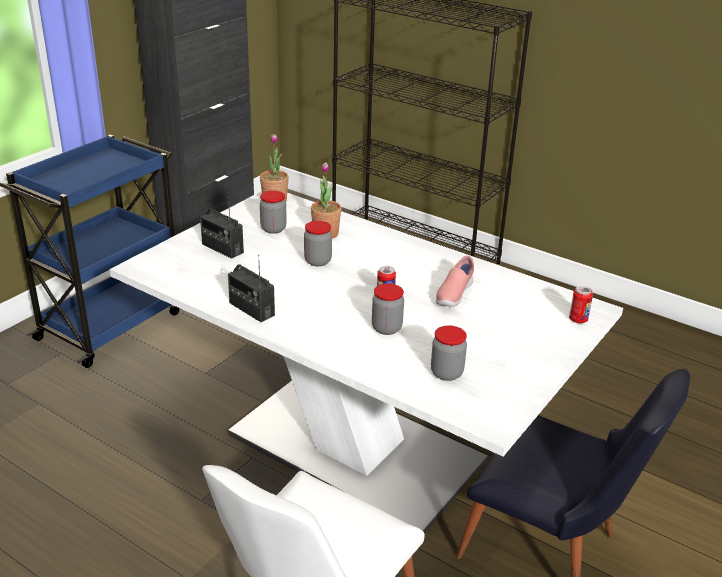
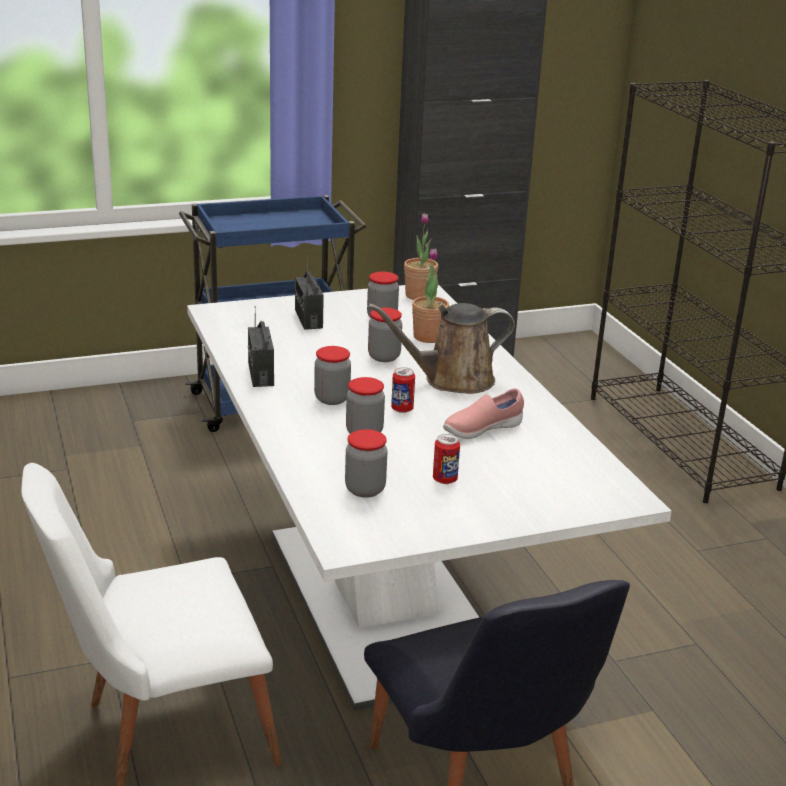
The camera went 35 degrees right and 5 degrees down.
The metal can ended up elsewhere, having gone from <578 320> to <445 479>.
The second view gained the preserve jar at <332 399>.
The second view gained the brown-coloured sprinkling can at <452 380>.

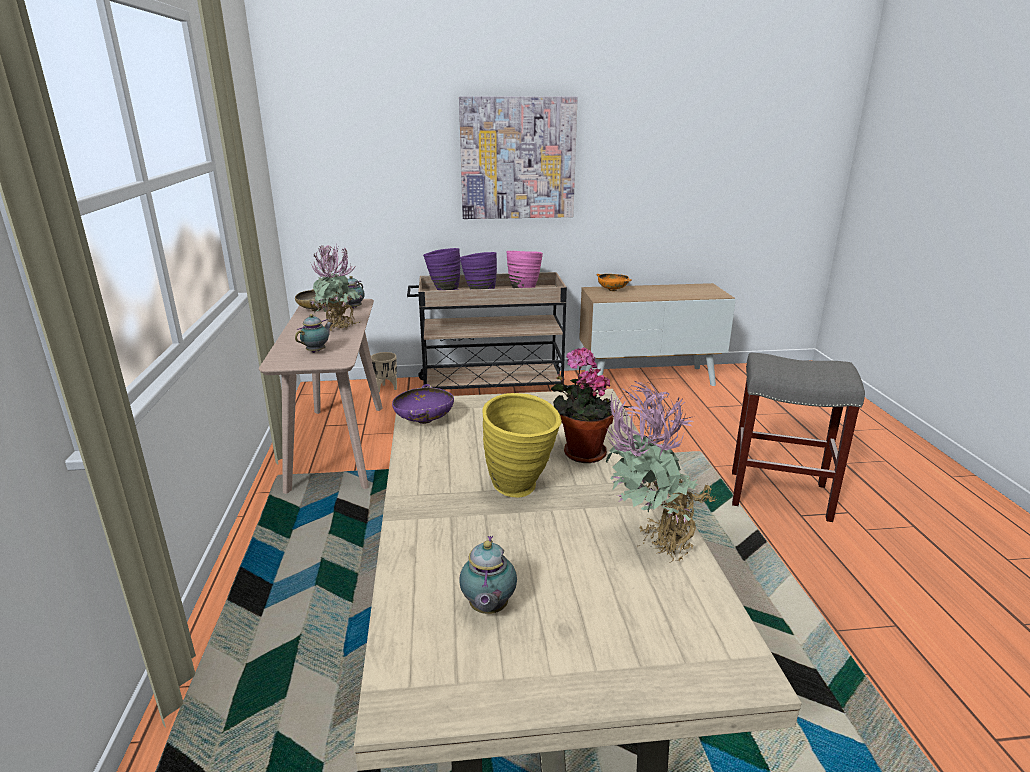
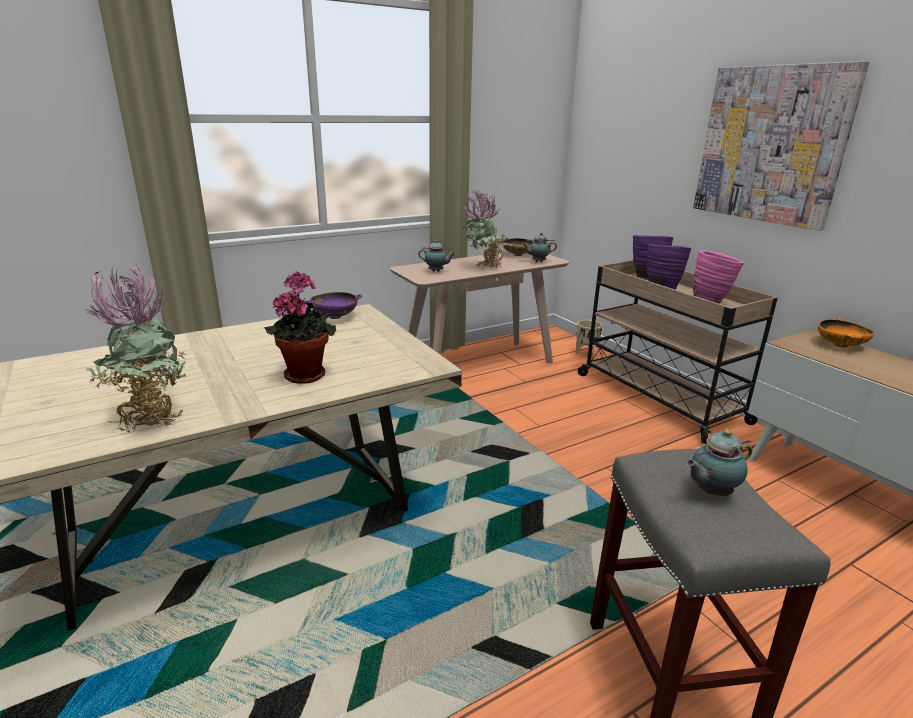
The camera went 65 degrees right and 0 degrees up.
The teapot ended up elsewhere, having gone from <487 609> to <710 492>.
The second view lost the yellowish vase at <521 490>.

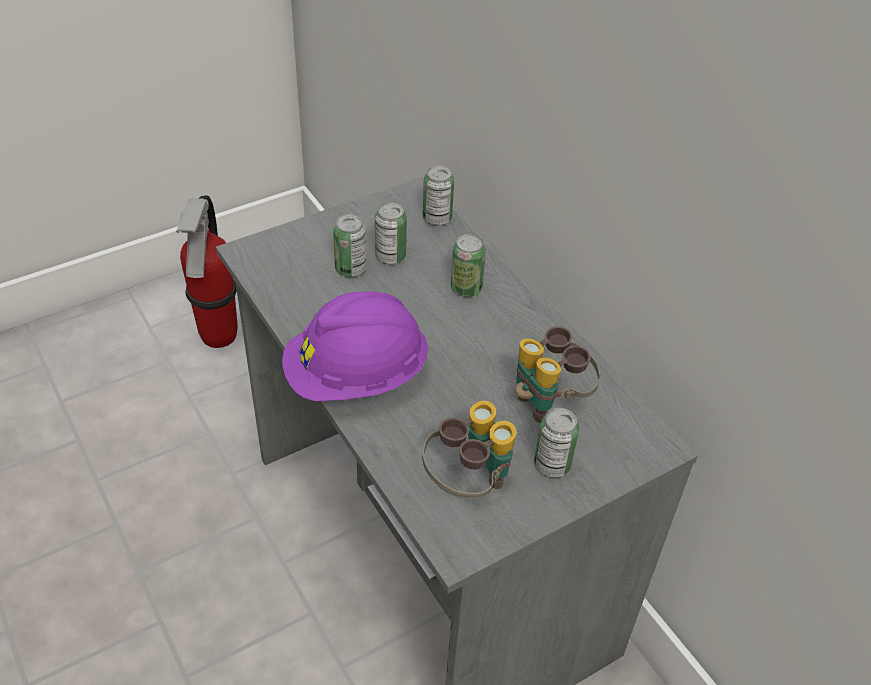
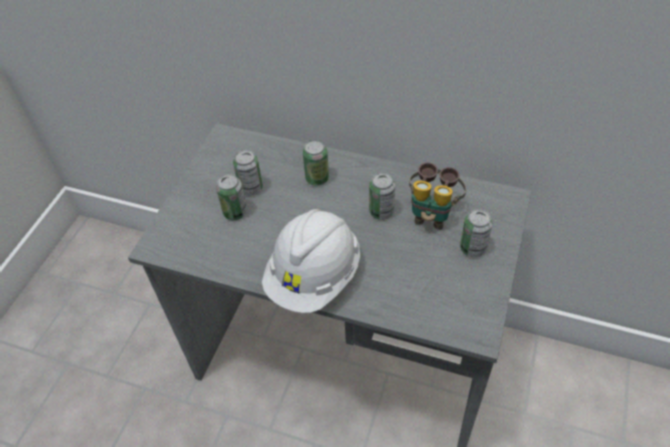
The camera went 35 degrees left and 5 degrees up.
The second view lost the fire extinguisher at <218 337>.
What was the purplish work helmet at <356 377> turned into the white work helmet at <314 277>.
The second view lost the field glasses at <468 484>.
The metal can ended up elsewhere, having gone from <437 218> to <381 212>.

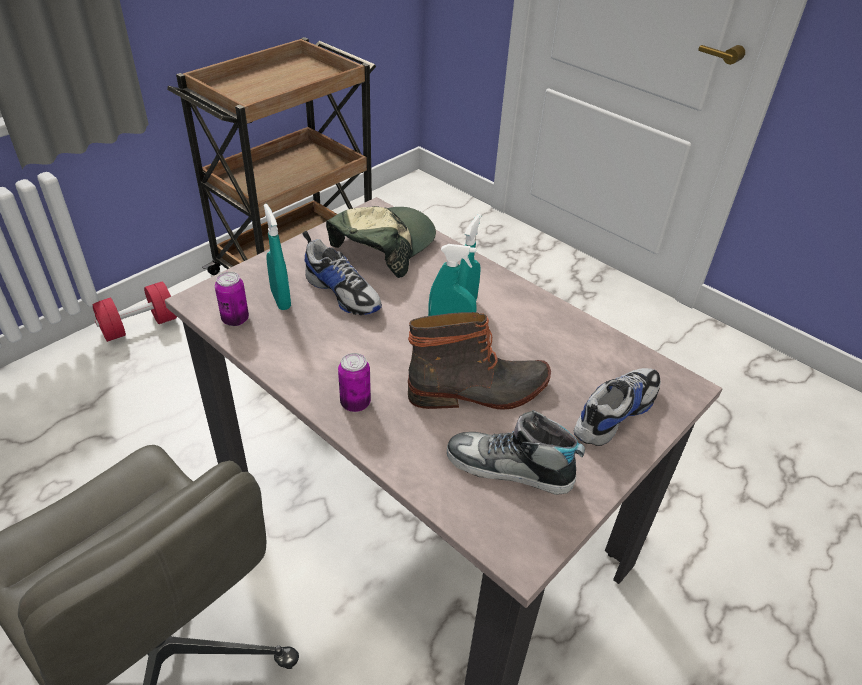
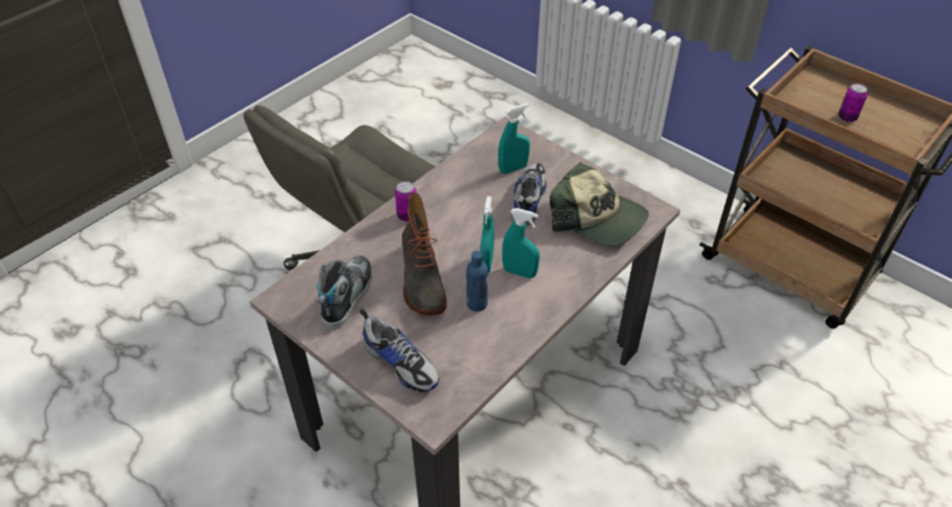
The camera went 90 degrees right and 5 degrees up.
The second view lost the red hand weight at <139 326>.
The metal can ended up elsewhere, having gone from <235 319> to <847 117>.
The shoe at <343 293> ended up facing another way, 150 degrees clockwise from before.
The second view gained the bluish drink bottle at <477 304>.

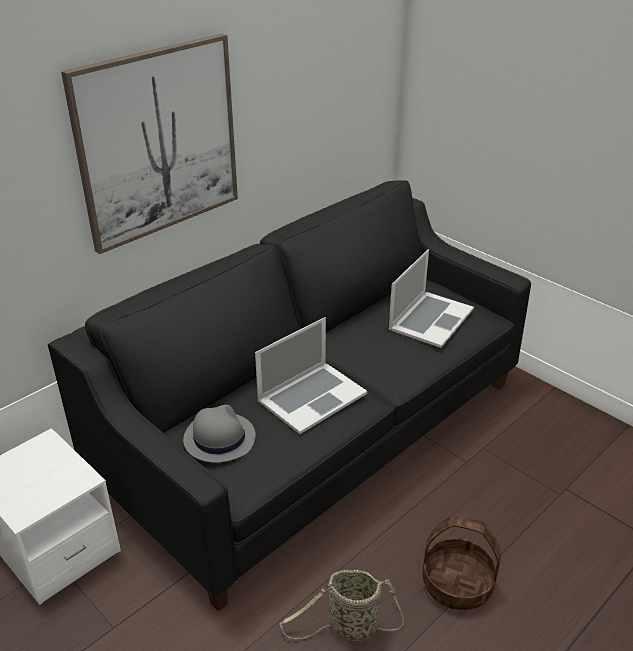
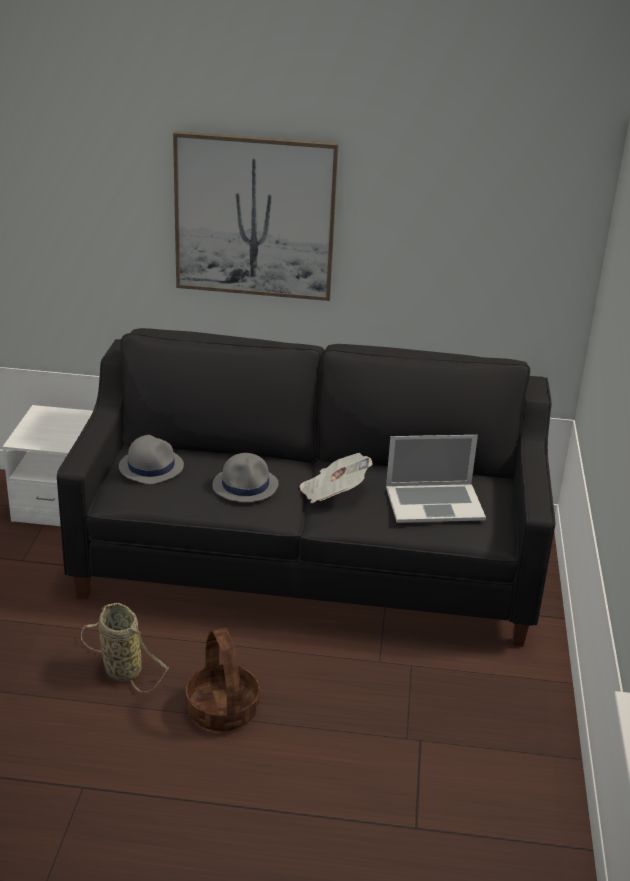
The camera went 50 degrees right and 5 degrees down.
Where the notebook computer stood at <311 397>, the grey clothing hat came to stand at <246 485>.
The second view gained the newspaper at <333 493>.

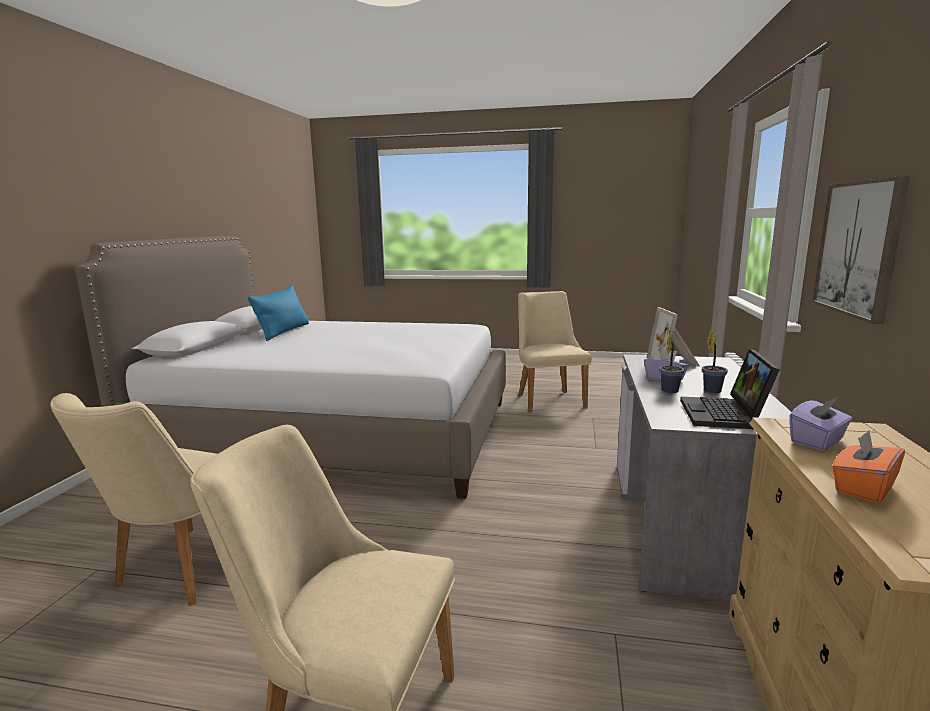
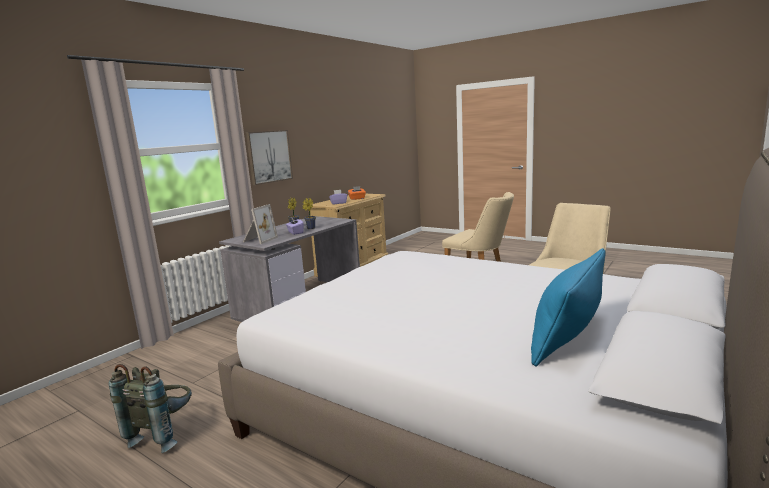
The camera went 155 degrees left and 0 degrees up.
Where the sand-coloured chair stood at <548 399>, the grey backpack came to stand at <164 433>.
The second view lost the notebook computer at <725 415>.

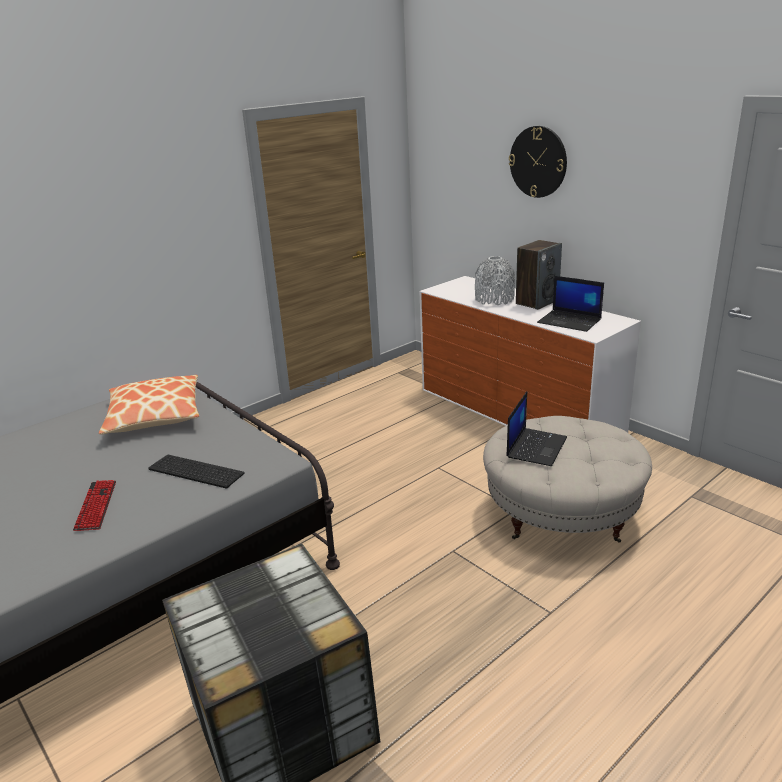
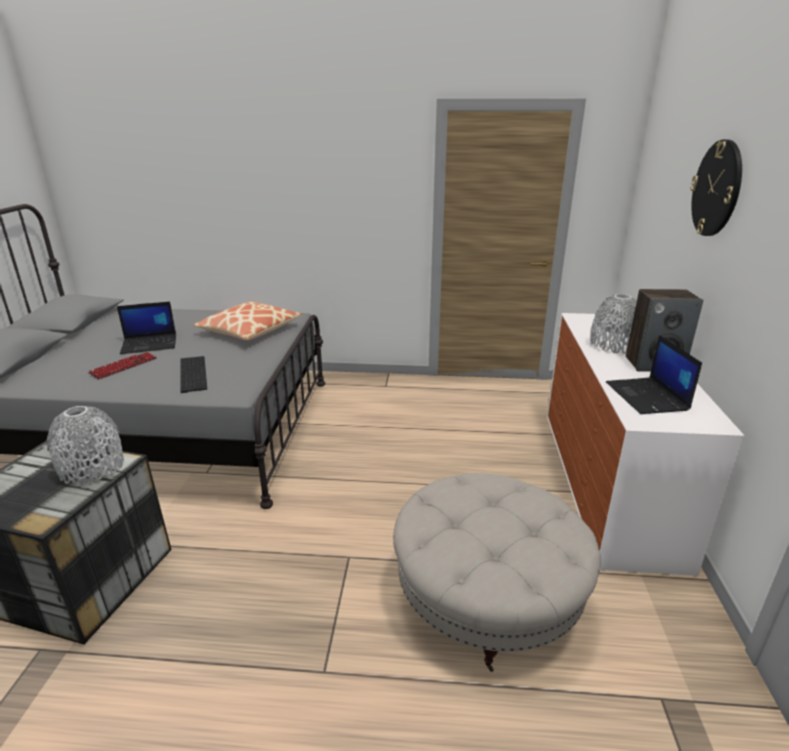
The camera went 45 degrees right and 0 degrees up.
The notebook computer ended up elsewhere, having gone from <536 447> to <150 344>.
The second view gained the grey vase at <92 468>.

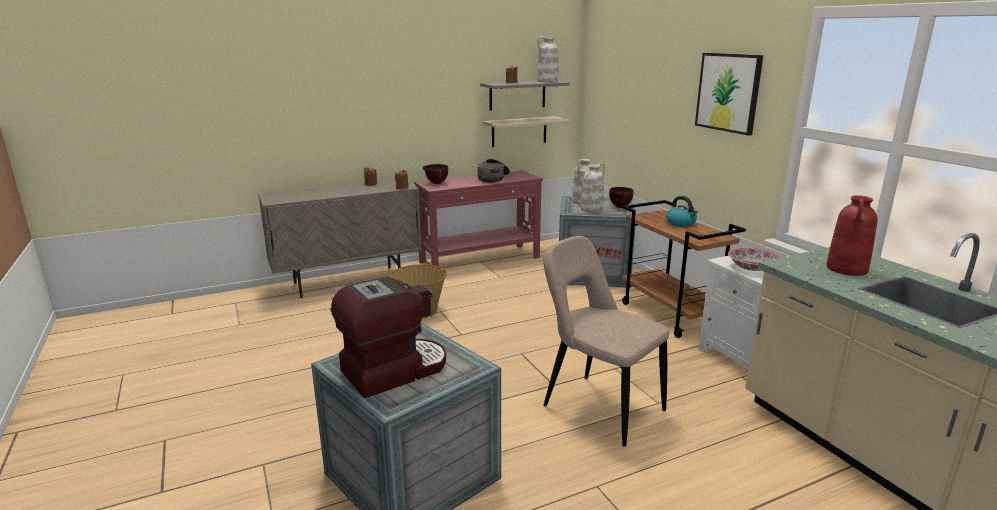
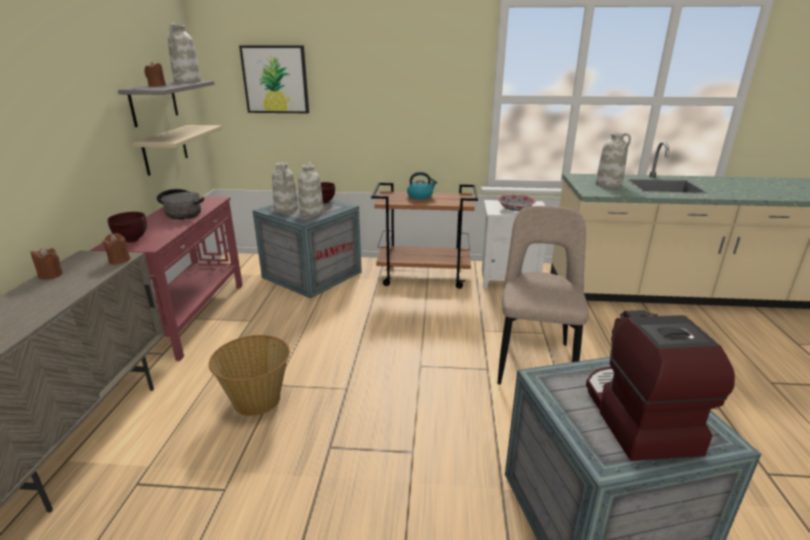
The camera went 60 degrees left and 5 degrees up.
The sand-coloured chair at <598 406> ended up facing another way, 120 degrees clockwise from before.
The picture ended up elsewhere, having gone from <728 92> to <275 79>.
What was the red vase at <847 269> turned into the white vase at <609 184>.

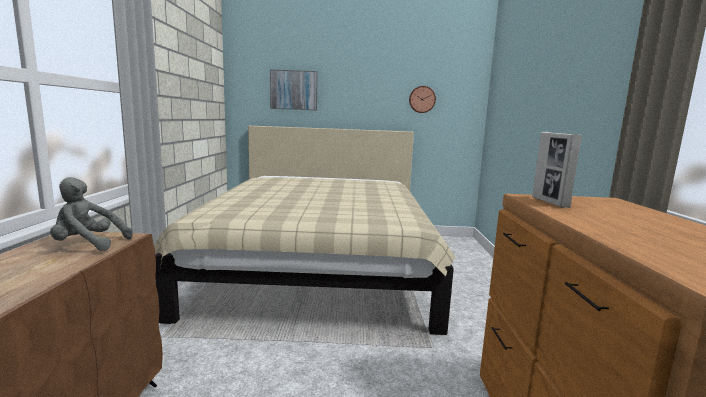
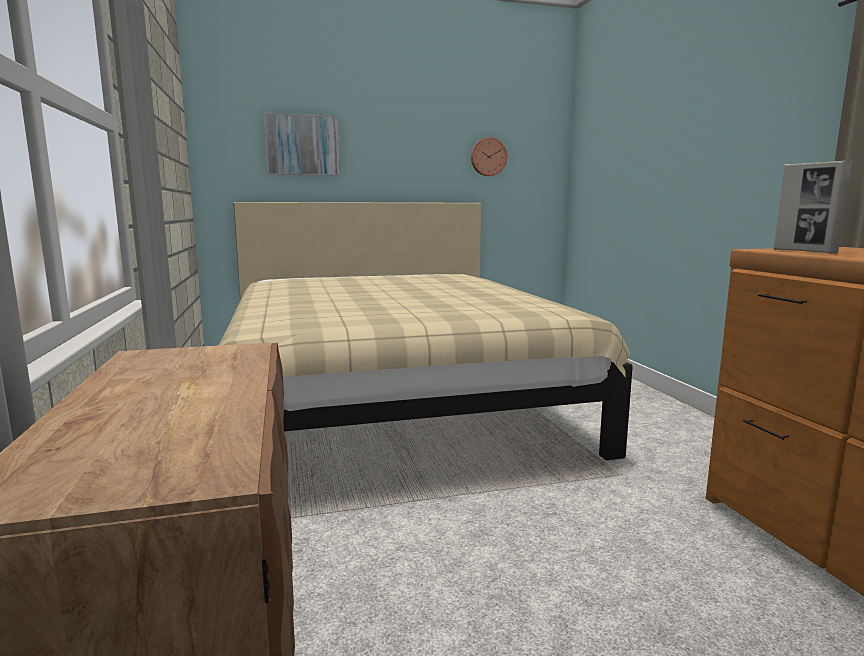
The camera went 15 degrees left and 0 degrees up.
The second view lost the grey soft toy at <88 245>.

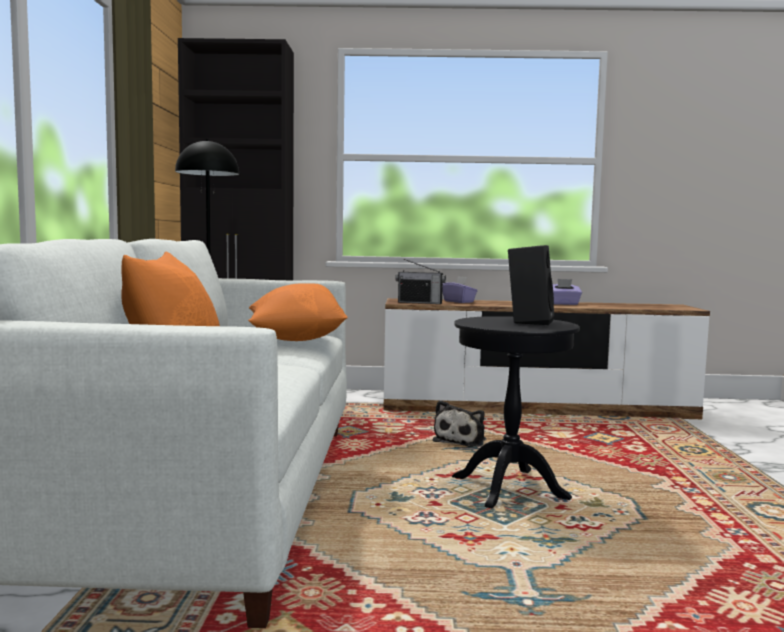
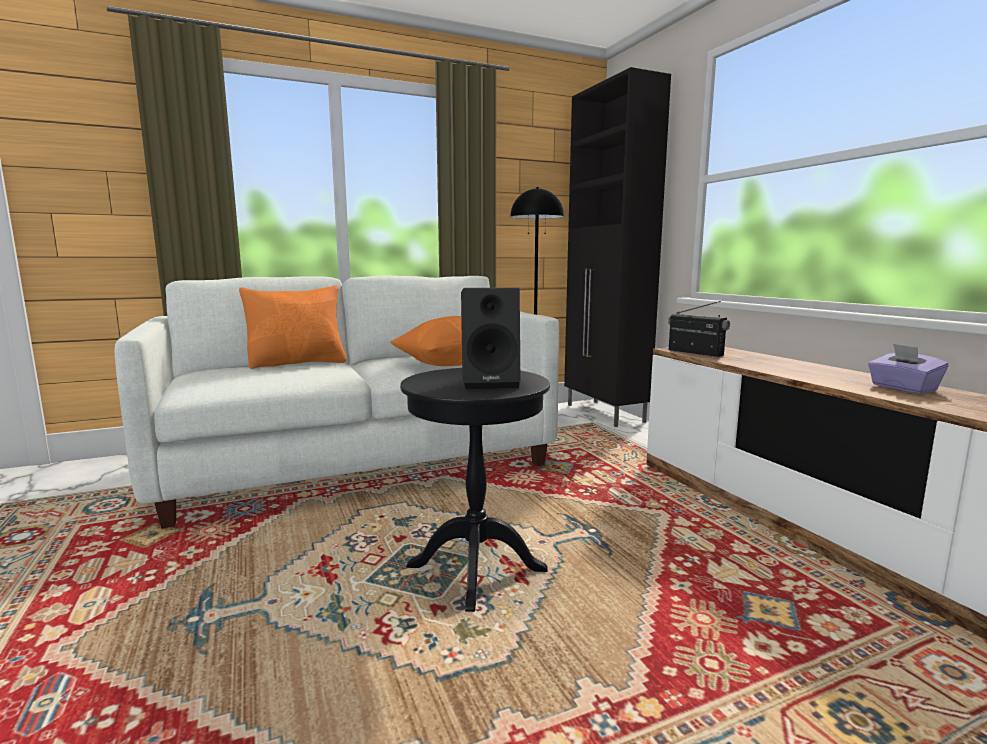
The camera went 65 degrees right and 5 degrees up.
The radio at <420 303> ended up facing another way, 150 degrees clockwise from before.
The second view lost the soft toy at <461 440>.
The second view lost the purplish tissue box at <459 301>.

